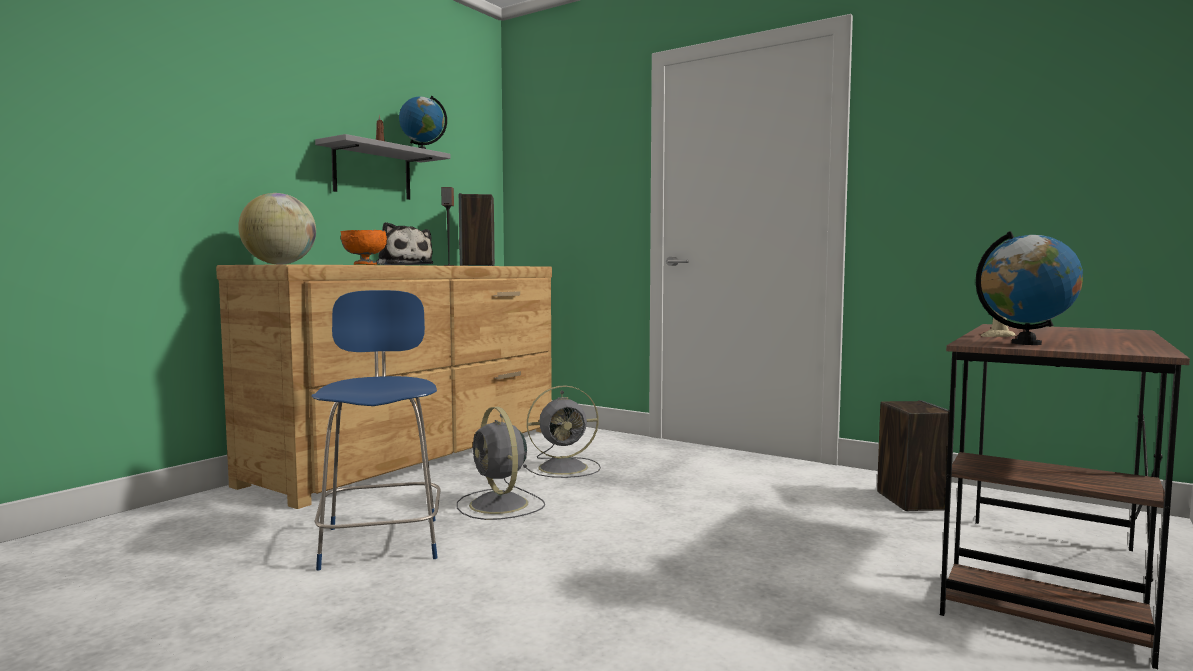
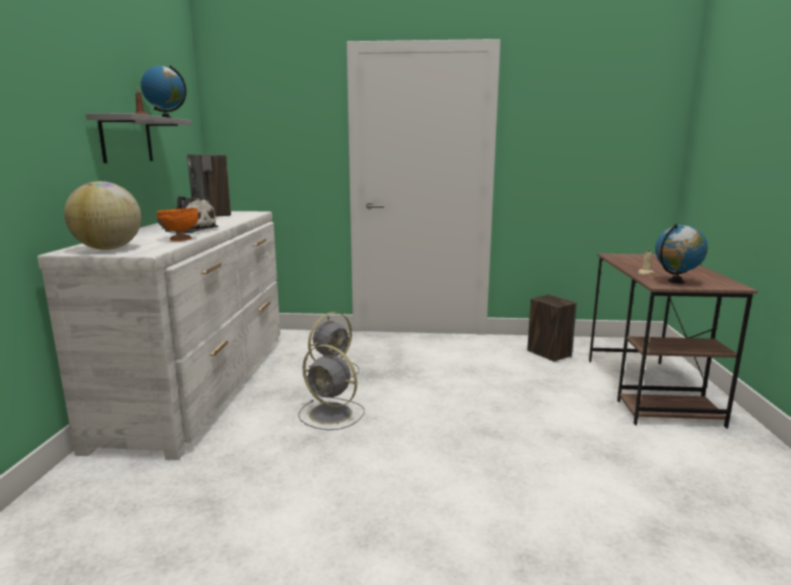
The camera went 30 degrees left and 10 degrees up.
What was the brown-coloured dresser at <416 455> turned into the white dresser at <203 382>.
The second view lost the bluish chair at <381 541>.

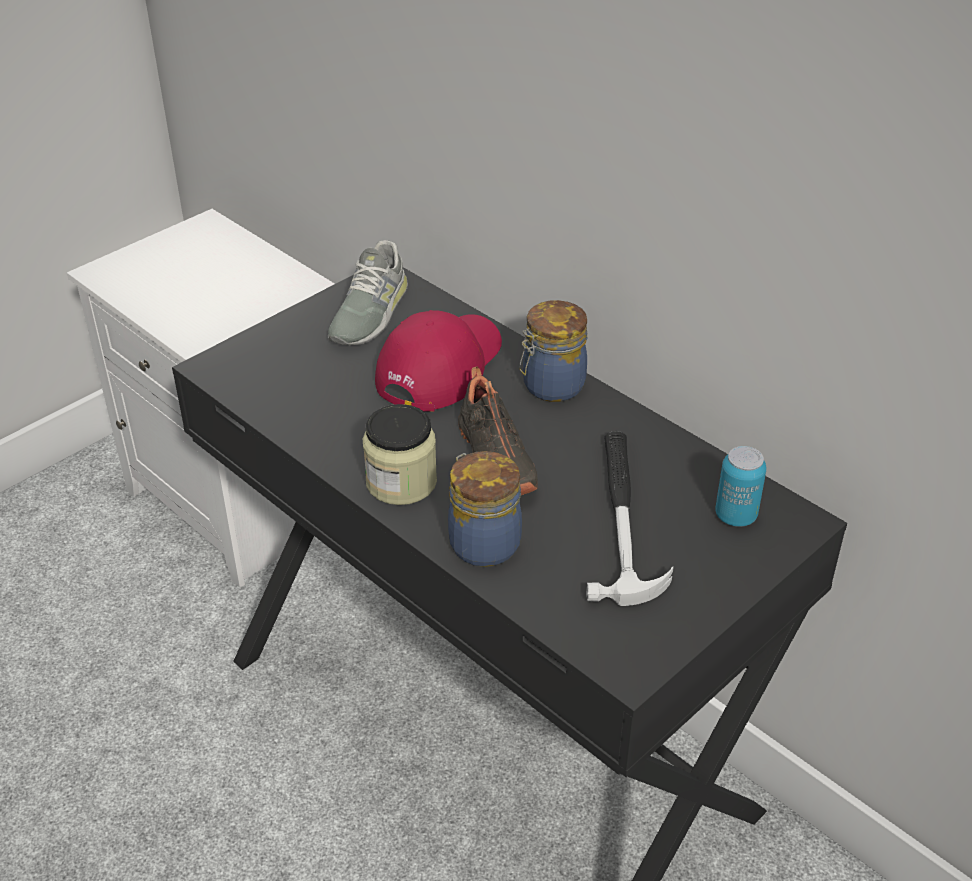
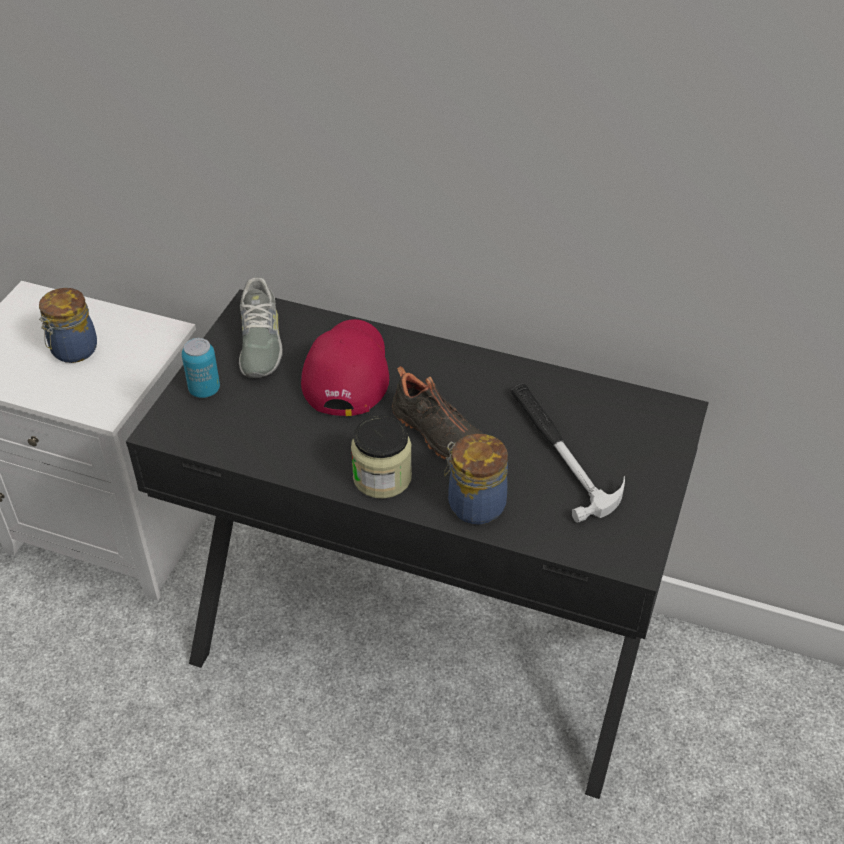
The camera went 25 degrees left and 5 degrees up.
The preserve jar ended up elsewhere, having gone from <551 386> to <73 351>.
The metal can ended up elsewhere, having gone from <735 516> to <204 390>.

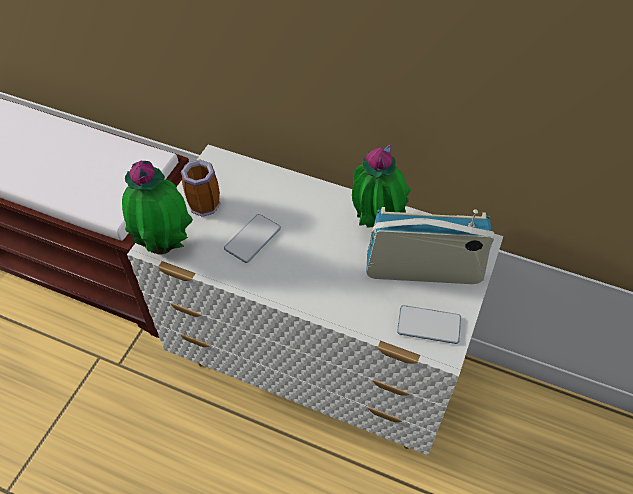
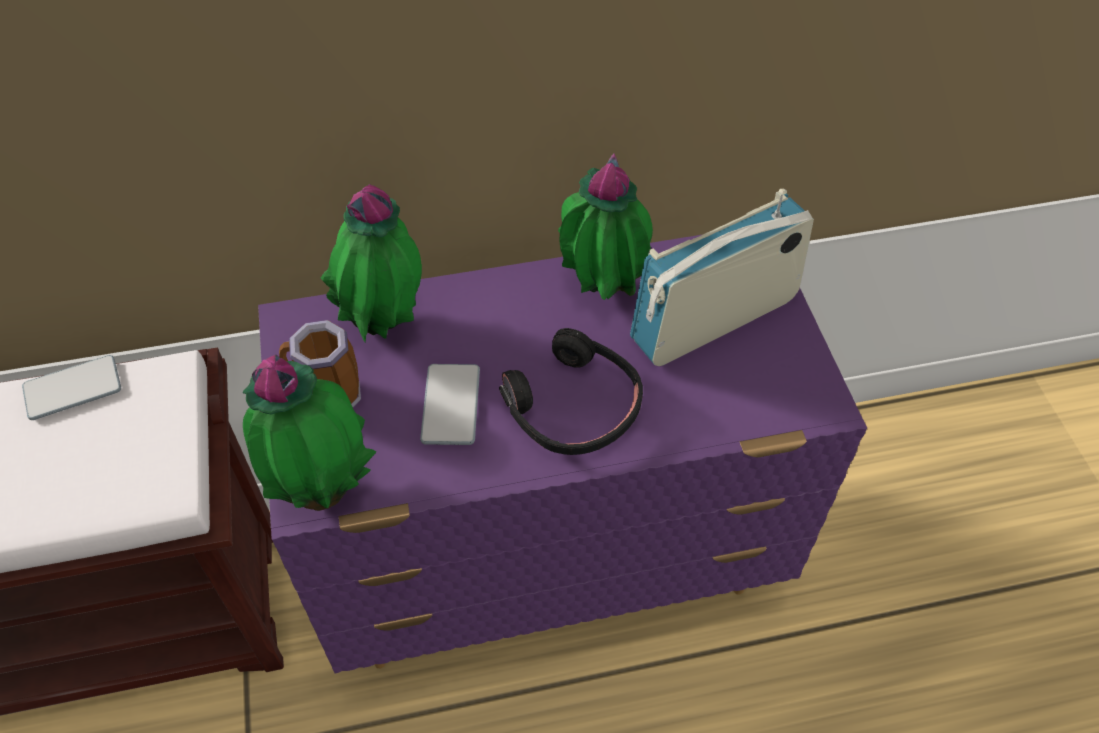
The camera went 35 degrees left and 0 degrees up.
What was the white dresser at <318 369> turned into the purplish dresser at <552 563>.
The phone ended up elsewhere, having gone from <428 325> to <73 389>.
The second view gained the potted plant at <386 327>.
The second view gained the black headphones at <573 406>.

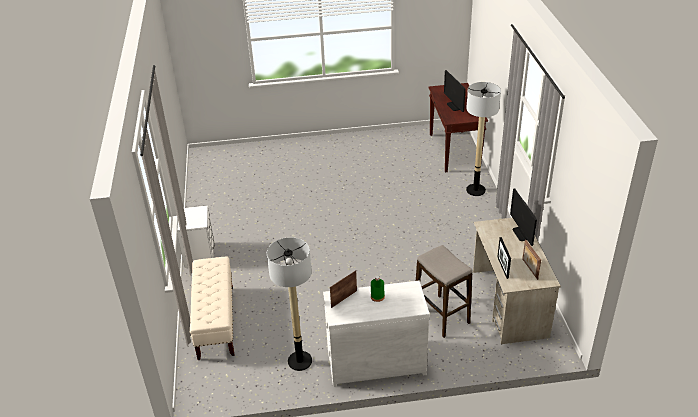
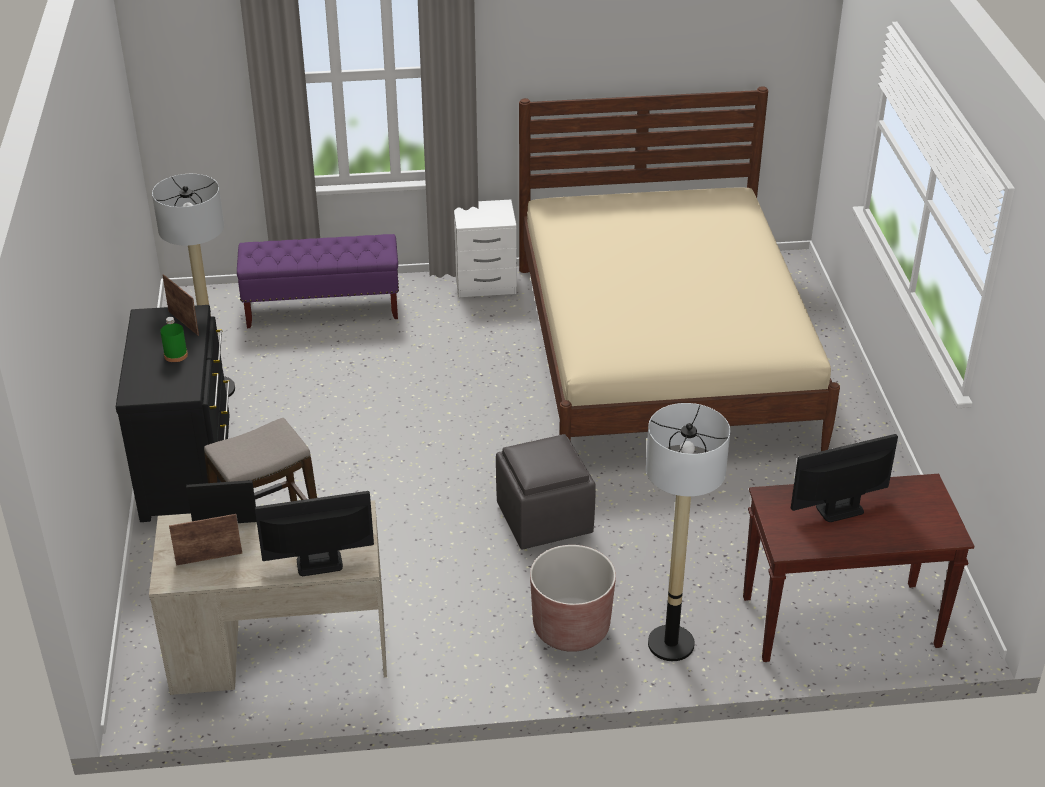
The camera went 90 degrees right and 0 degrees up.
What was the sand-coloured indoor bench at <216 322> turned into the purplish indoor bench at <323 308>.
What was the white dresser at <375 361> turned into the black dresser at <189 466>.
The second view gained the grey ottoman at <543 518>.
The second view gained the sand-coloured bedroom bed at <663 354>.
The second view gained the brown-coloured flower pot at <571 628>.

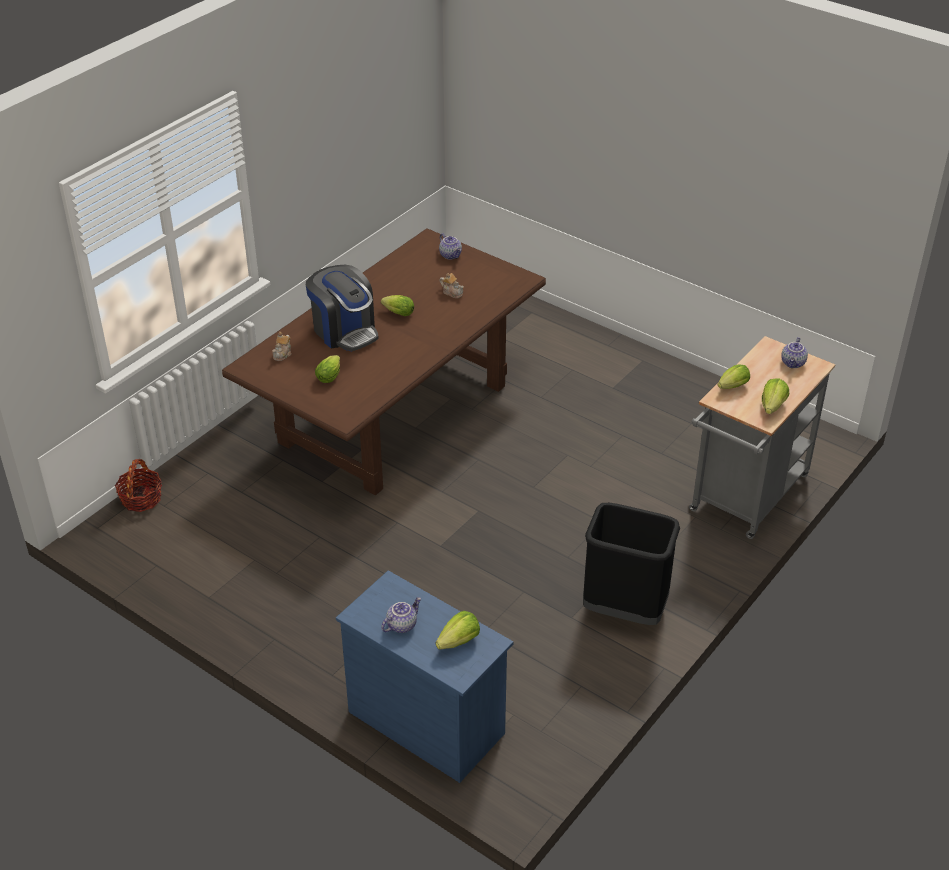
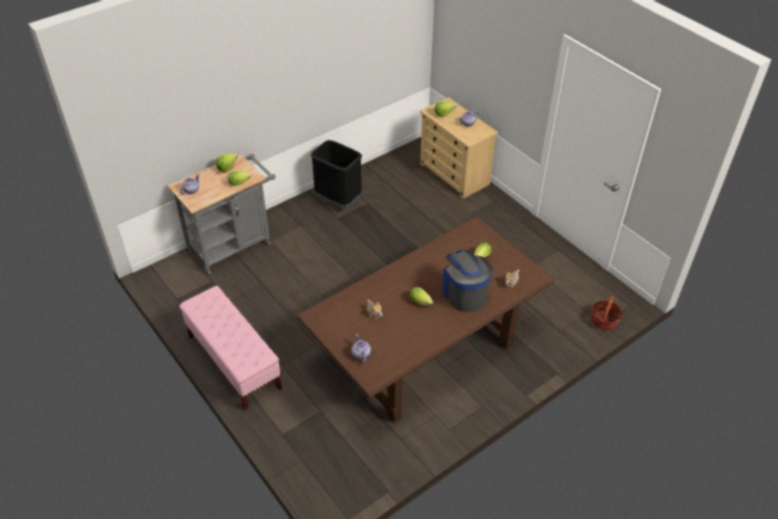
The camera went 165 degrees left and 5 degrees up.
What was the bluish dresser at <425 722> turned into the sand-coloured dresser at <454 174>.
The second view gained the pink-coloured indoor bench at <234 362>.

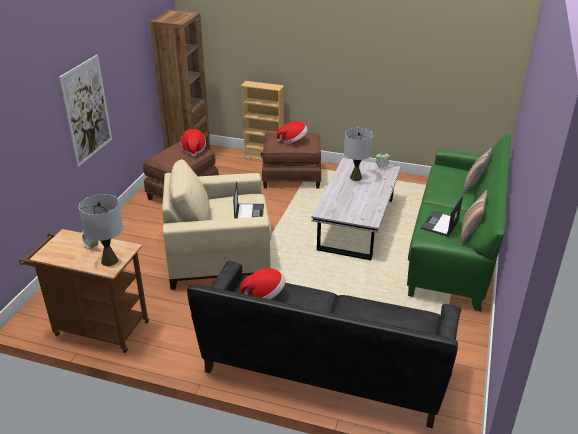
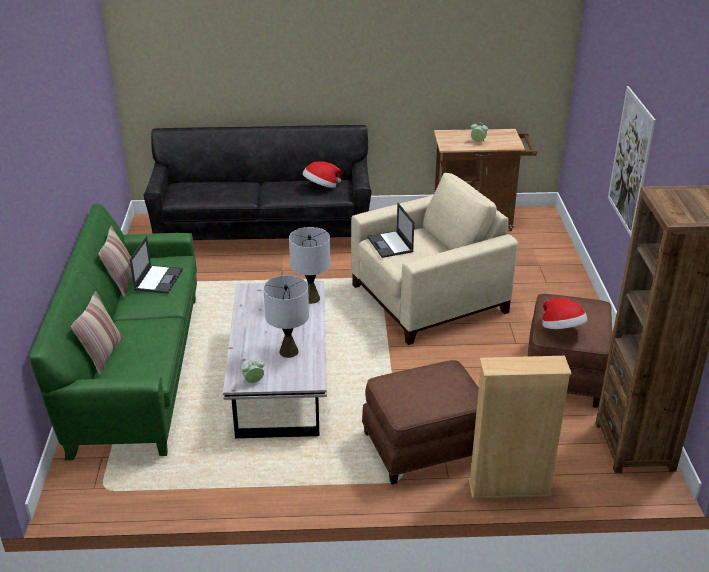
The camera went 160 degrees right and 0 degrees up.
The grey tabletop lamp ended up elsewhere, having gone from <109 261> to <311 298>.
The second view lost the clothing hat at <293 140>.

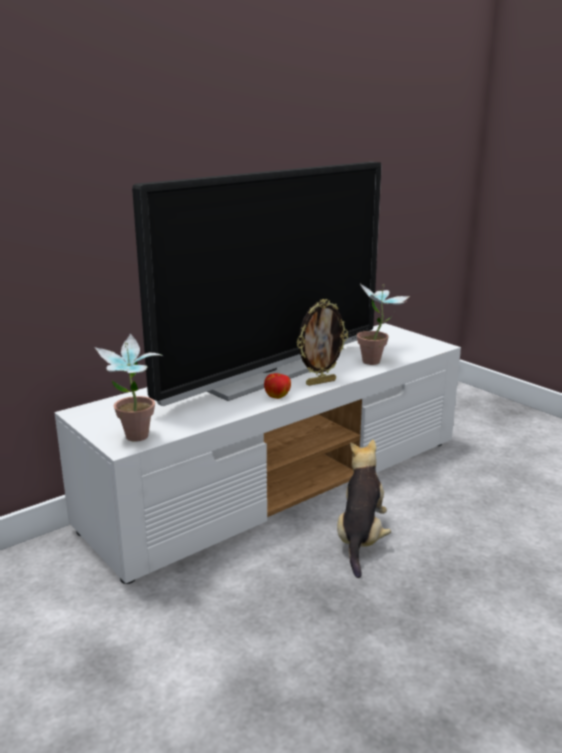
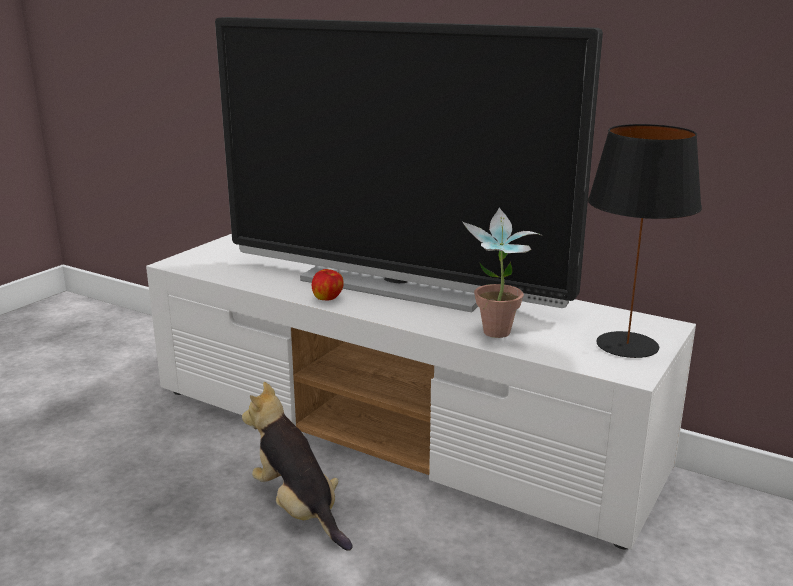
The camera went 70 degrees right and 0 degrees up.
The second view lost the potted plant at <135 440>.
The second view lost the picture frame at <320 382>.
The soft toy at <361 539> ended up facing another way, 120 degrees counterclockwise from before.
The second view gained the black tabletop lamp at <628 344>.

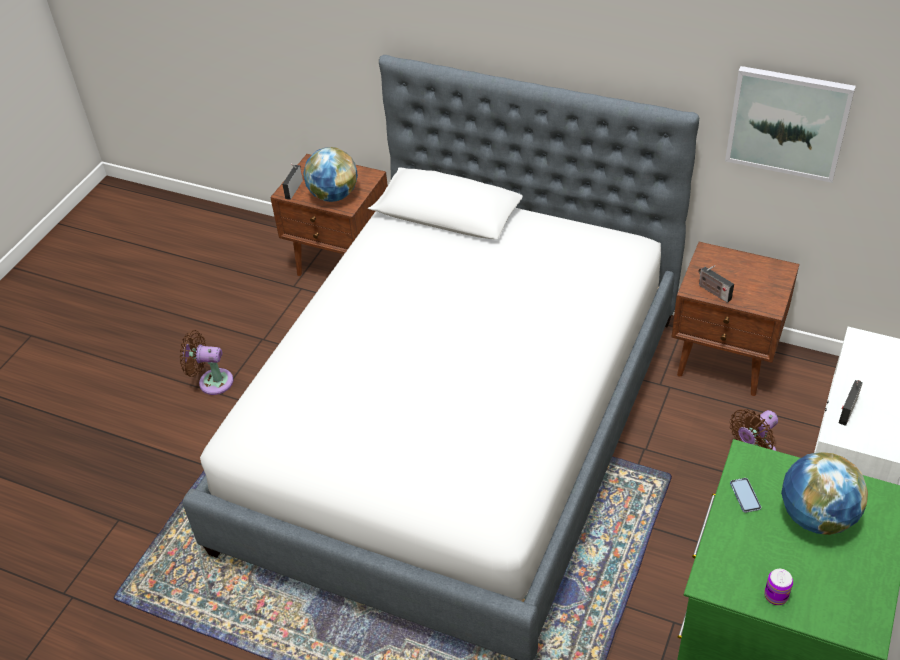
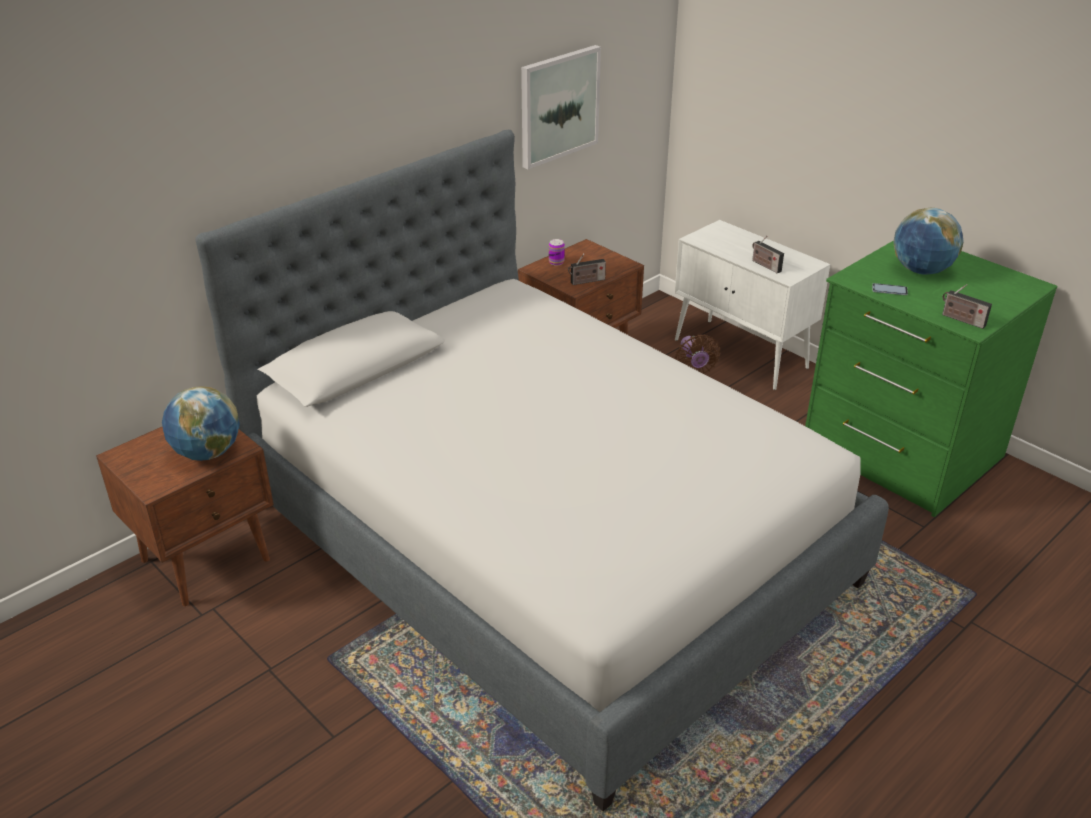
The camera went 70 degrees left and 10 degrees down.
The second view lost the brown-coloured cooling fan at <212 381>.
The radio ended up elsewhere, having gone from <294 188> to <961 320>.
The metal can ended up elsewhere, having gone from <776 596> to <556 262>.

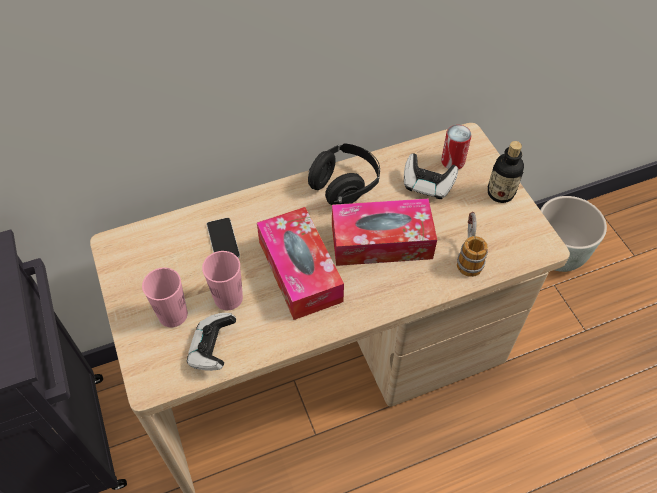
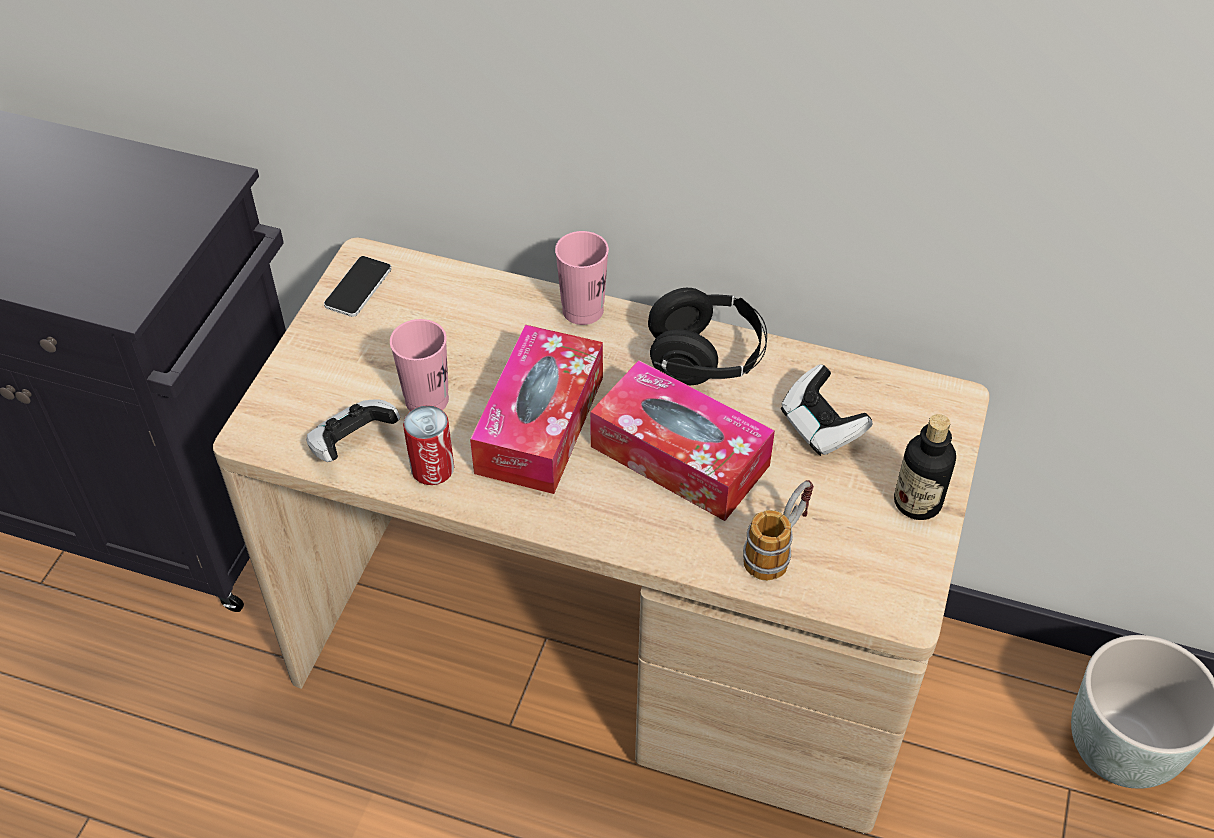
The camera went 40 degrees right and 5 degrees down.
The pink-coloured drinking cup ended up elsewhere, having gone from <173 314> to <583 310>.
The phone ended up elsewhere, having gone from <223 240> to <358 287>.
The metal can ended up elsewhere, having gone from <452 161> to <432 469>.

